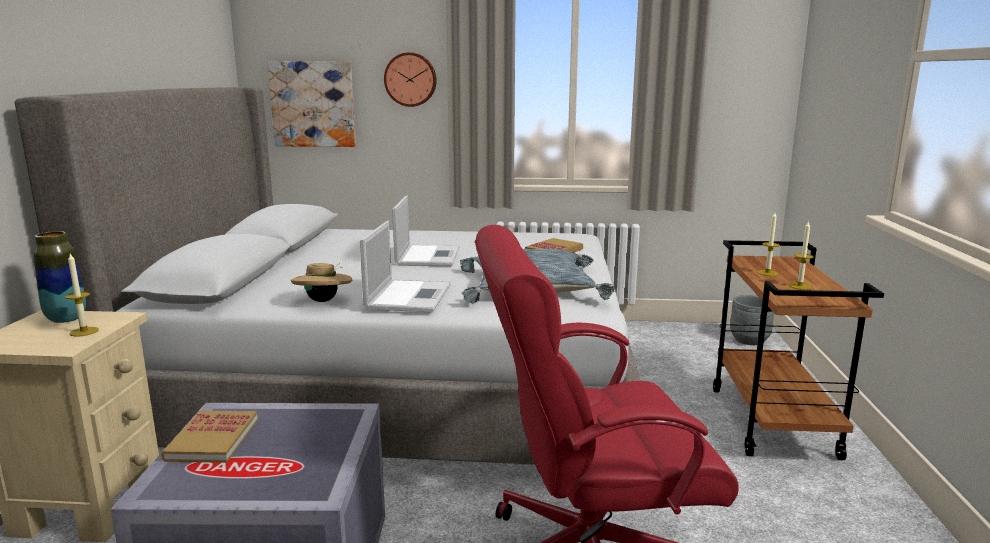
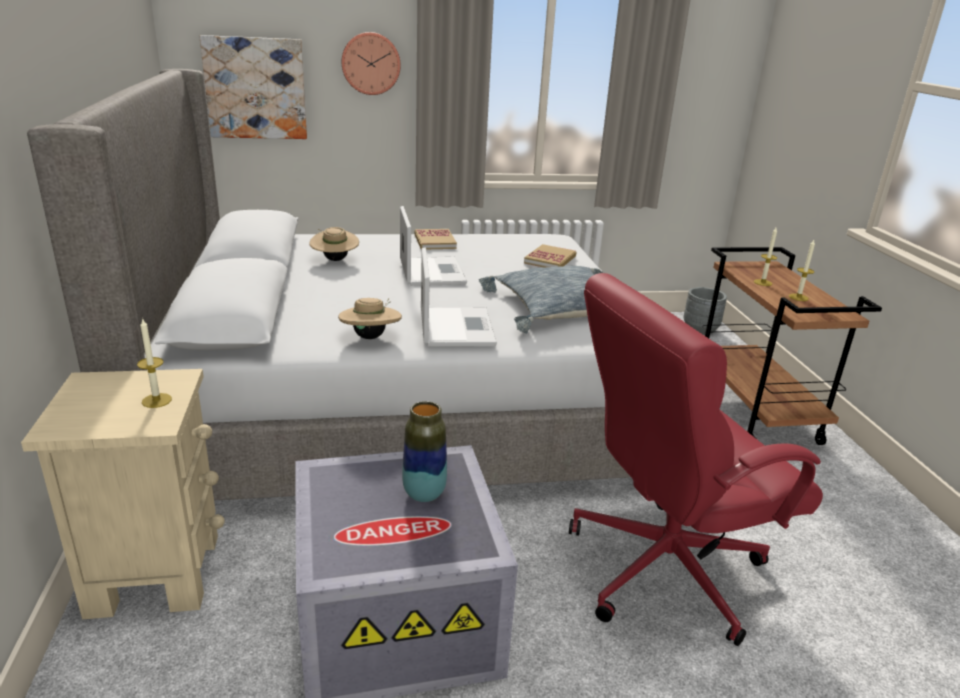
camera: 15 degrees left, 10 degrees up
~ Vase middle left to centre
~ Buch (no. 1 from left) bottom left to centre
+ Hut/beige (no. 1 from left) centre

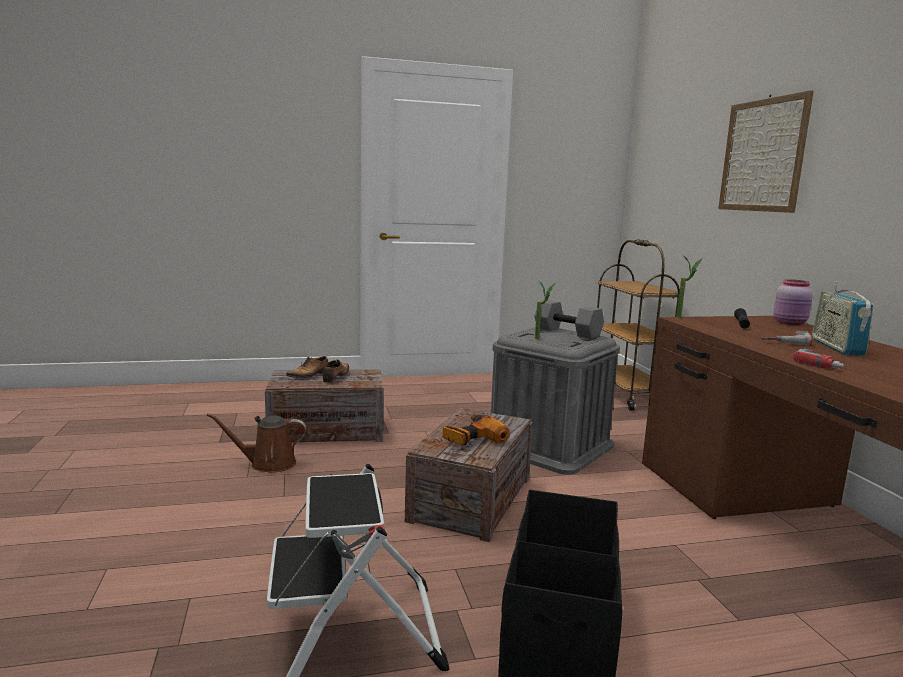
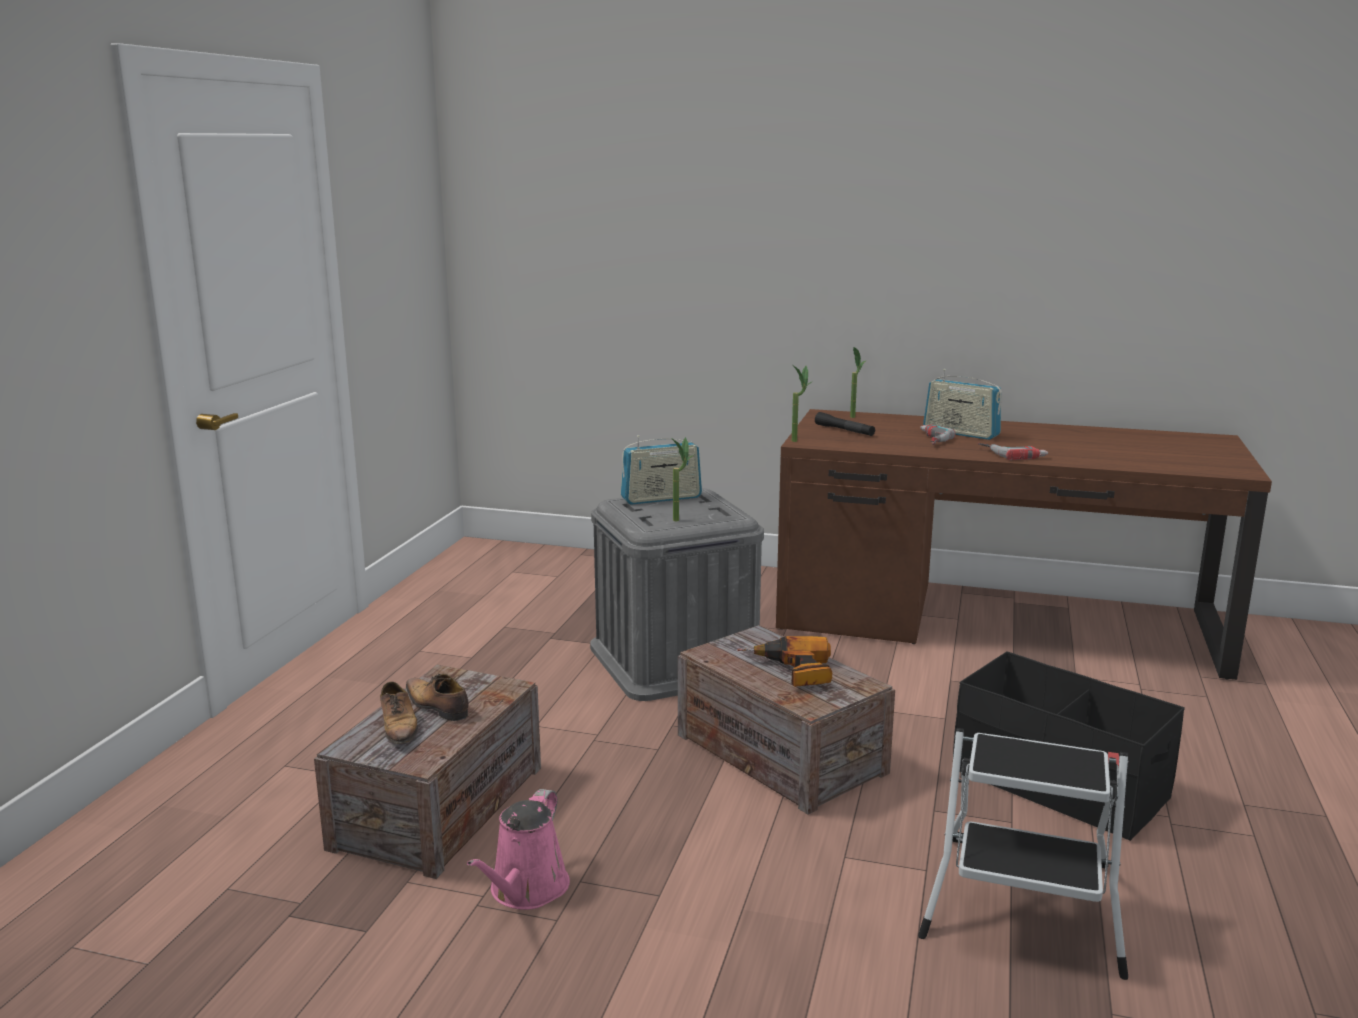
camera: 60 degrees left, 5 degrees up
~ Gießkanne/braun middle left to Gießkanne/rosa bottom centre
~ Hantel/grau centre to Radio (no. 1 from left) centre
- Rollwagen/braun middle right
- Bild top right
~ Vorratsglas/rosa middle right to Topfpflanze (no. 3 from left) centre

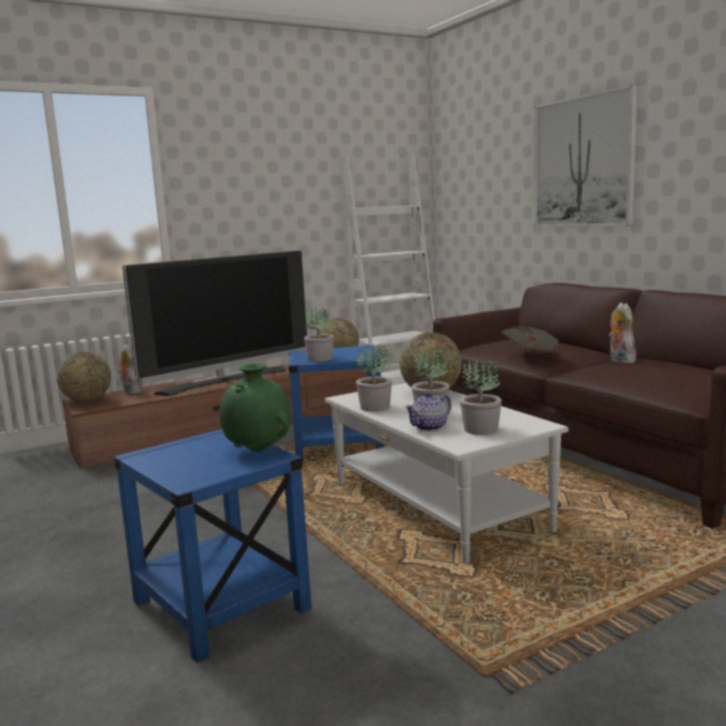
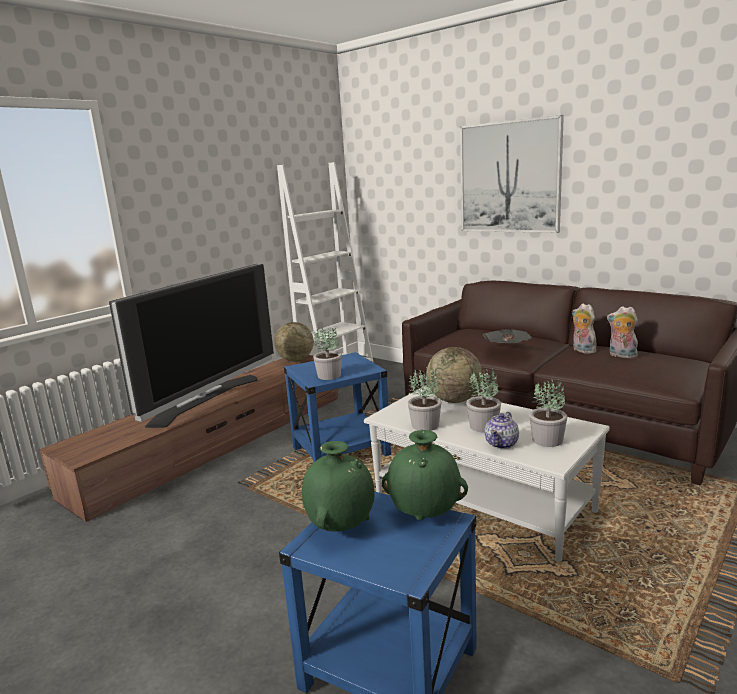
camera: 20 degrees left, 5 degrees up
- Globus (no. 1 from left) middle left
~ Plüschtier (no. 1 from left in the first image) middle left to Plüschtier (no. 2 from left) middle right
+ Vase/grün (no. 1 from left) bottom centre

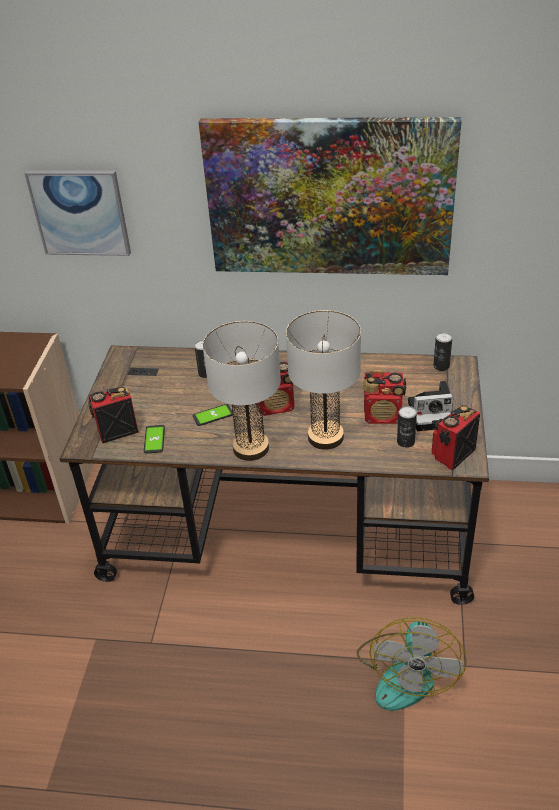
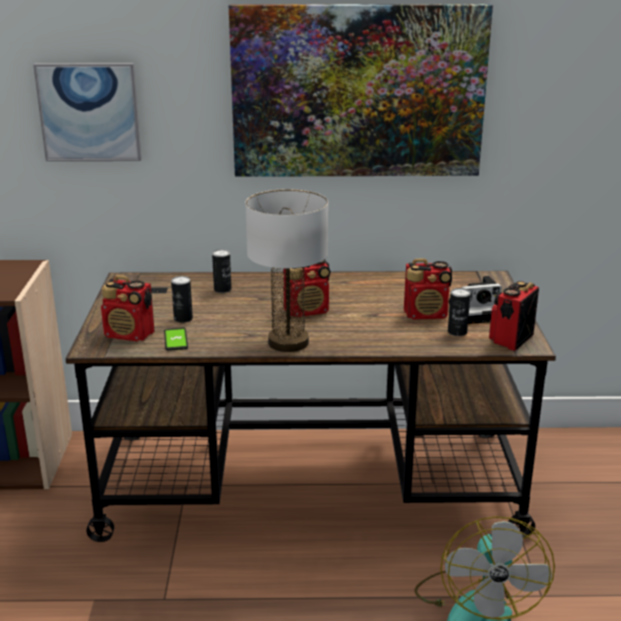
camera: 10 degrees left, 15 degrees down
~ Radio (no. 1 from left) middle left = middle left 135 degrees counterclockwise
- Handy (no. 2 from left) centre
- Tischlampe (no. 2 from left) centre
~ Dose (no. 3 from left in the first image) middle right to Dose (no. 1 from left) middle left

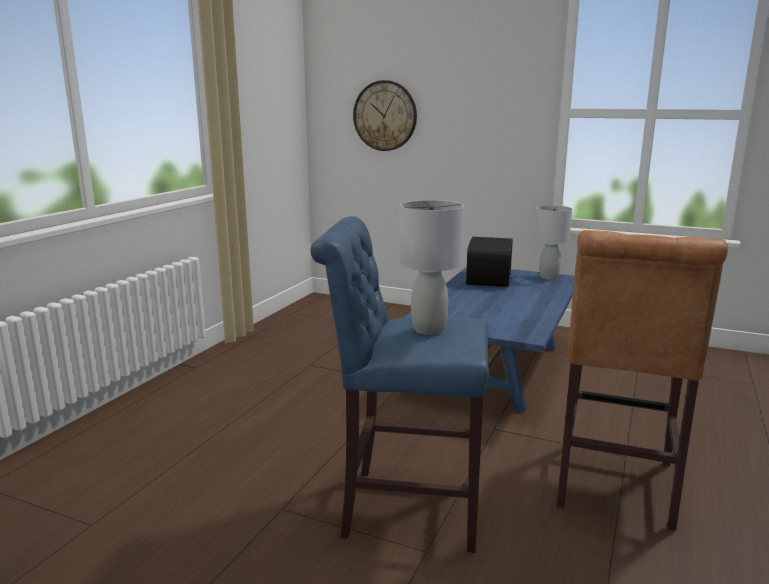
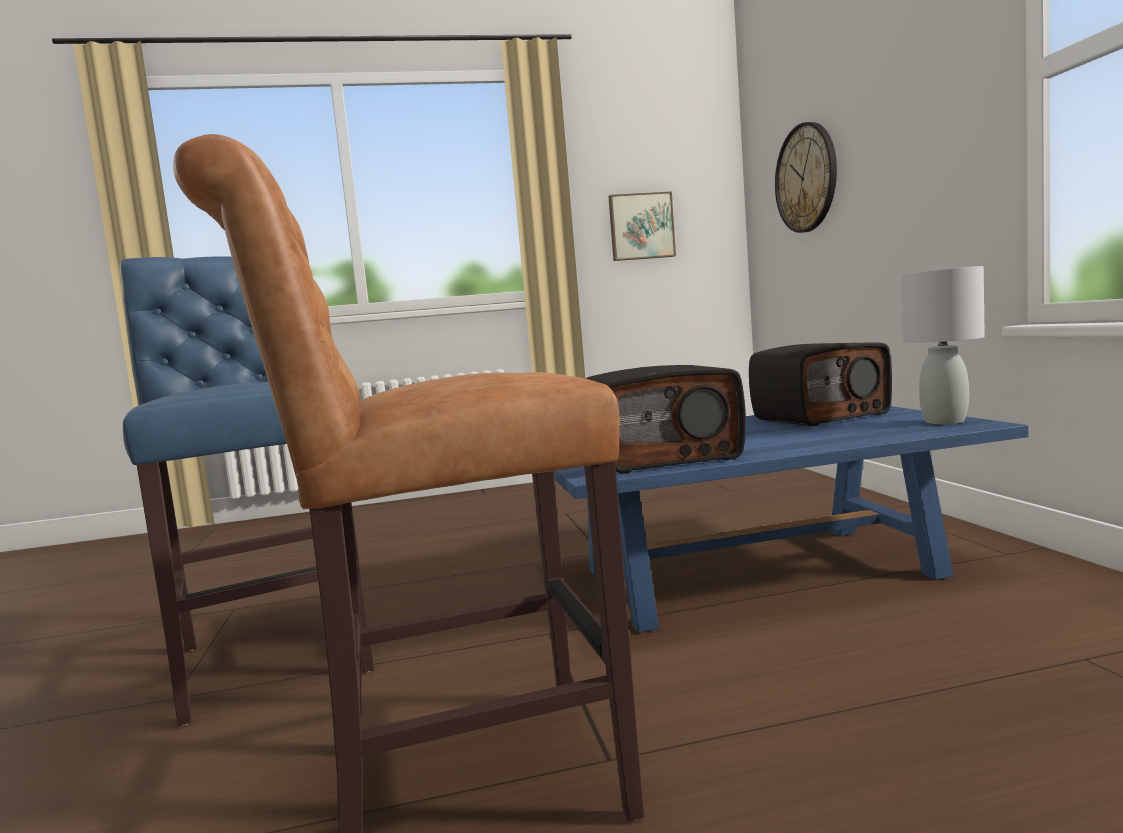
camera: 55 degrees right, 10 degrees down
- Tischlampe/grau (no. 1 from left) centre
+ Radio (no. 1 from left) centre
+ Bild top centre

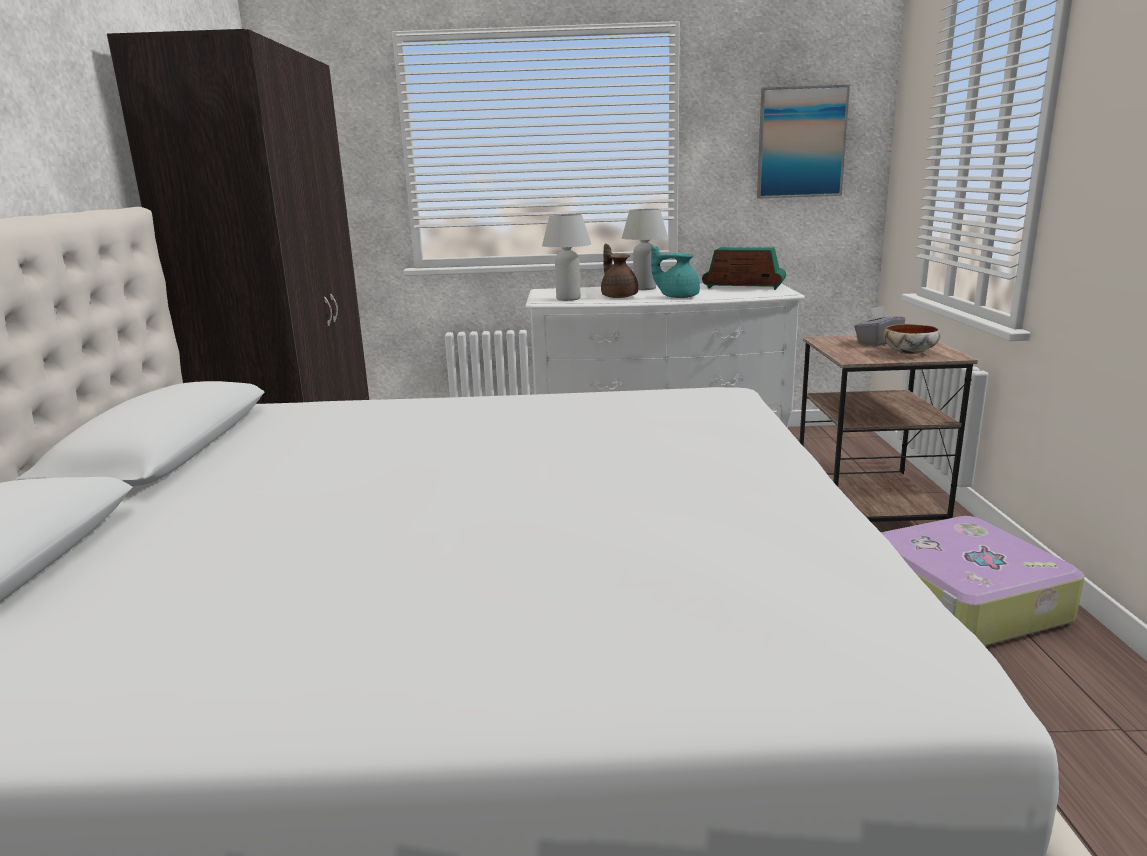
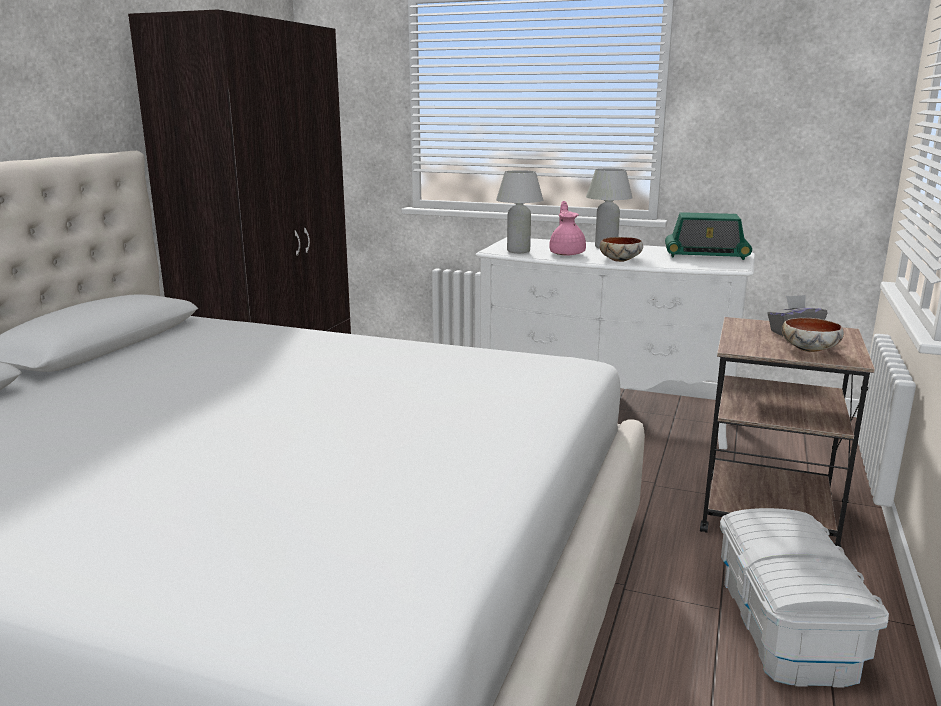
camera: 20 degrees right, 0 degrees up
~ Teekanne/braun top centre to Teekanne/rosa top centre
~ Teekanne/türkis top centre to Schüssel (no. 1 from left) centre
~ Radio top centre = middle right 150 degrees clockwise
- Bild top right
~ Koffer bottom right to Aufbewahrungsbox/weiß bottom right

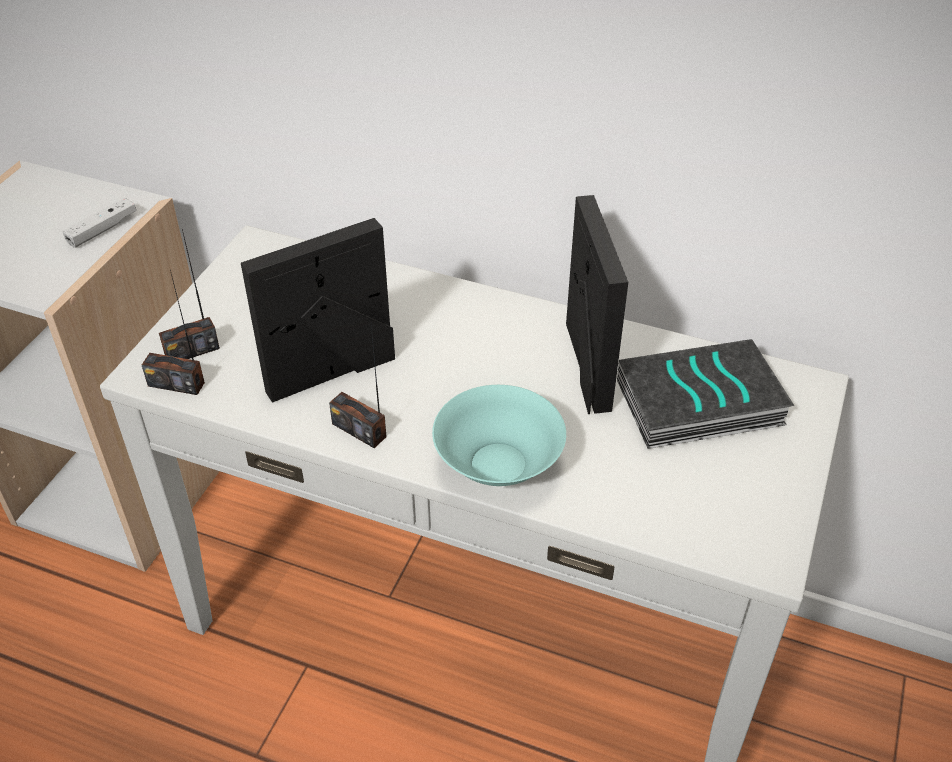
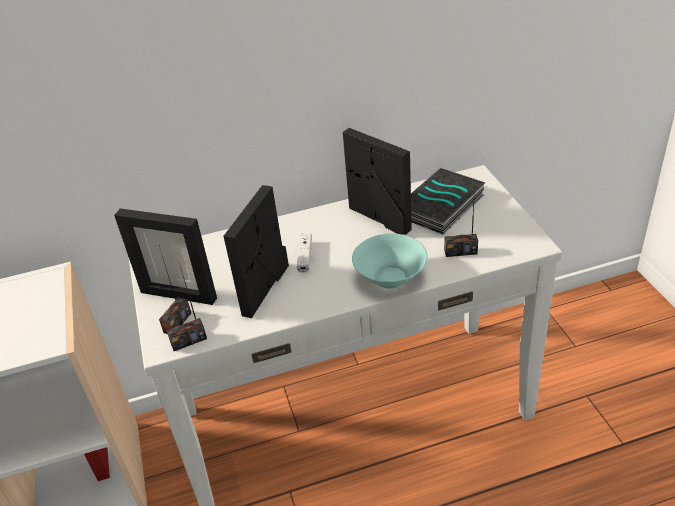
camera: 35 degrees left, 5 degrees down
~ Gamepad/weiß top left to centre
~ Radio (no. 3 from left) centre to middle right
+ Bilderrahmen (no. 1 from left) middle left

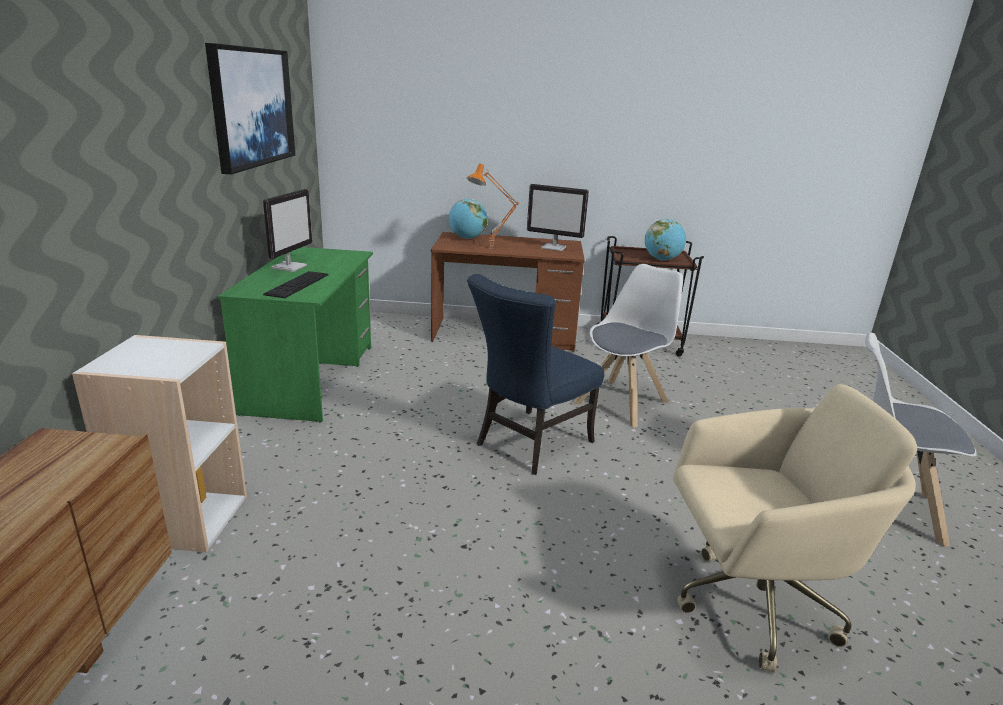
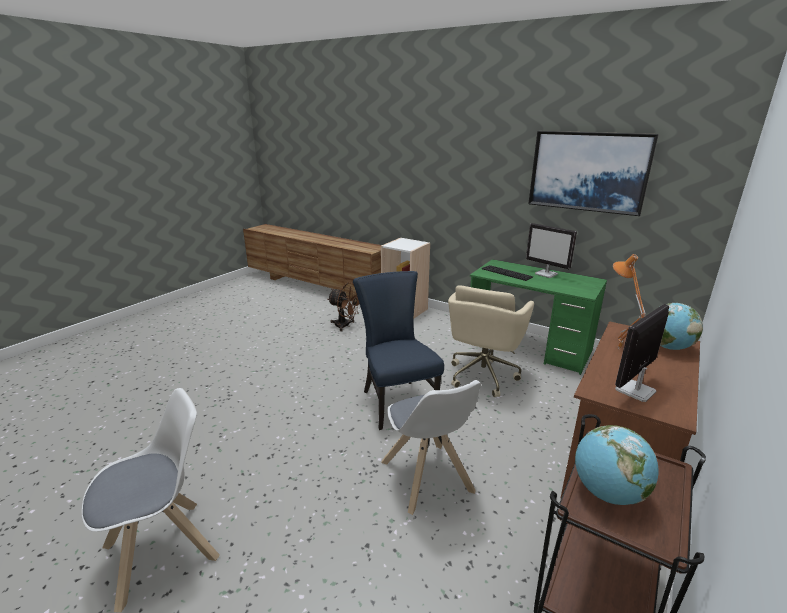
camera: 120 degrees right, 0 degrees up
~ Bürostuhl/beige bottom right to centre
+ Ventilator/braun centre

